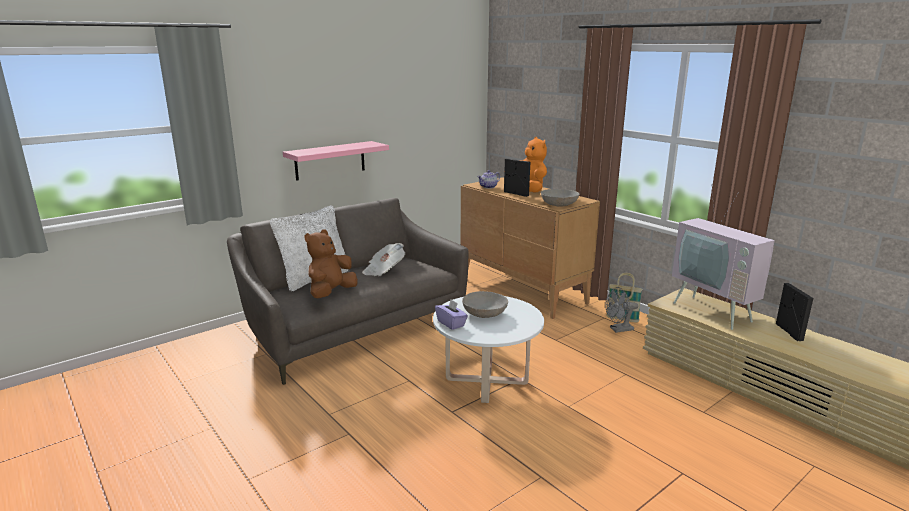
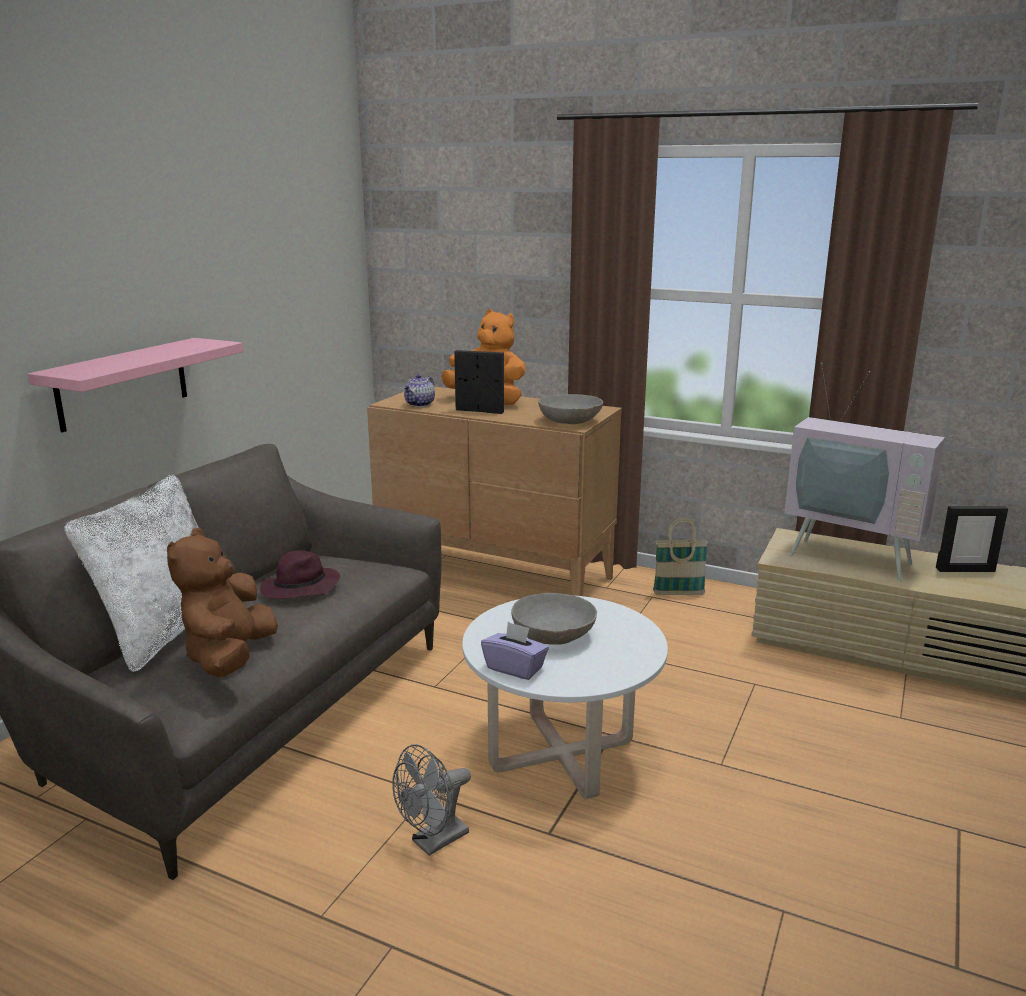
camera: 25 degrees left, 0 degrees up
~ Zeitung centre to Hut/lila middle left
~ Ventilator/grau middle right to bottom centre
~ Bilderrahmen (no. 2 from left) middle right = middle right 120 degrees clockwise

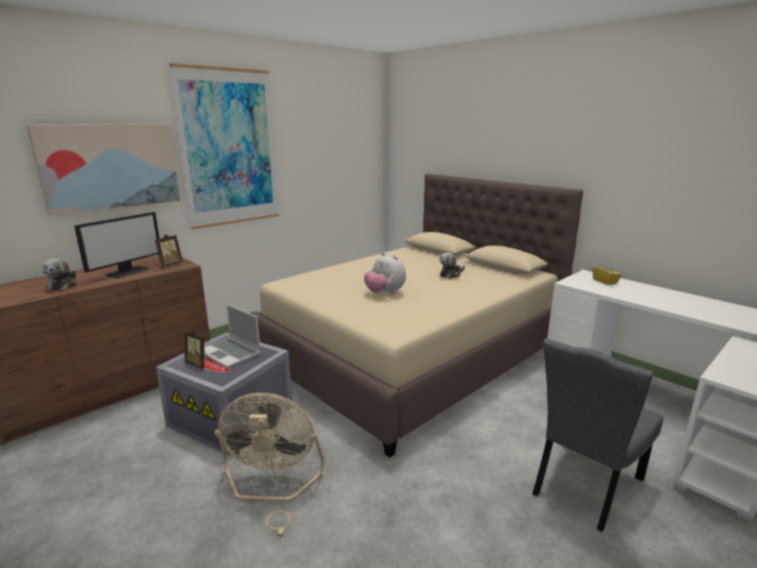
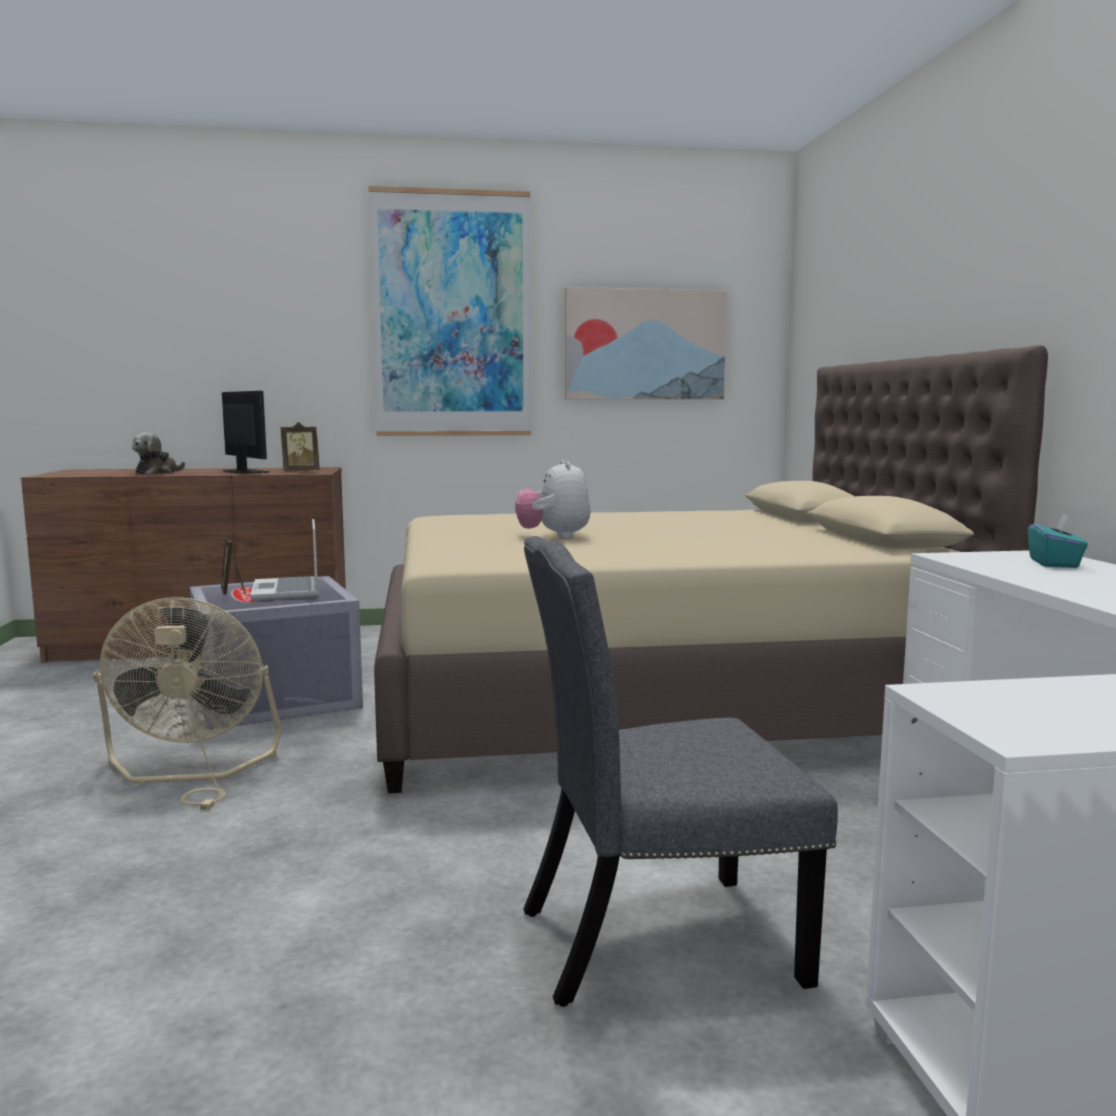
camera: 35 degrees right, 10 degrees down
~ Bild (no. 1 from left in the first image) top left to Bild (no. 2 from left) top centre
~ Monitor middle left = middle left 105 degrees counterclockwise
~ Ventilator/beige bottom centre = middle left 45 degrees counterclockwise
- Plüschtier (no. 3 from left) centre
~ Taschentuchbox/gelb middle right to Taschentuchbox/türkis middle right

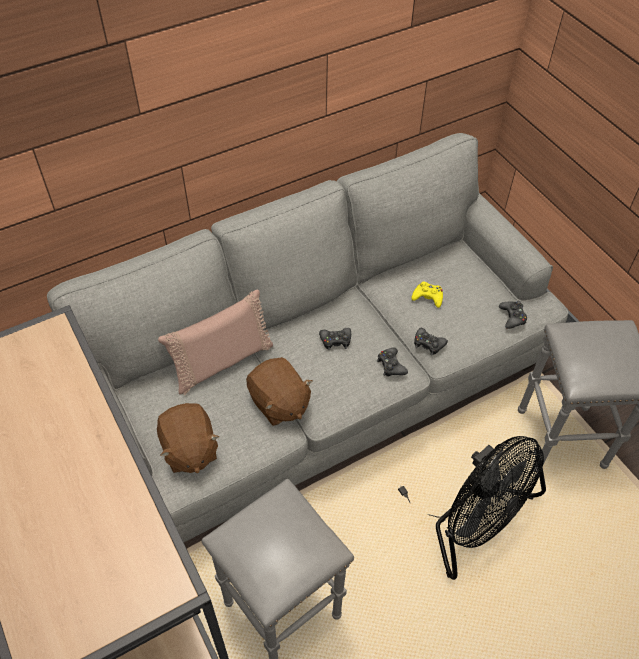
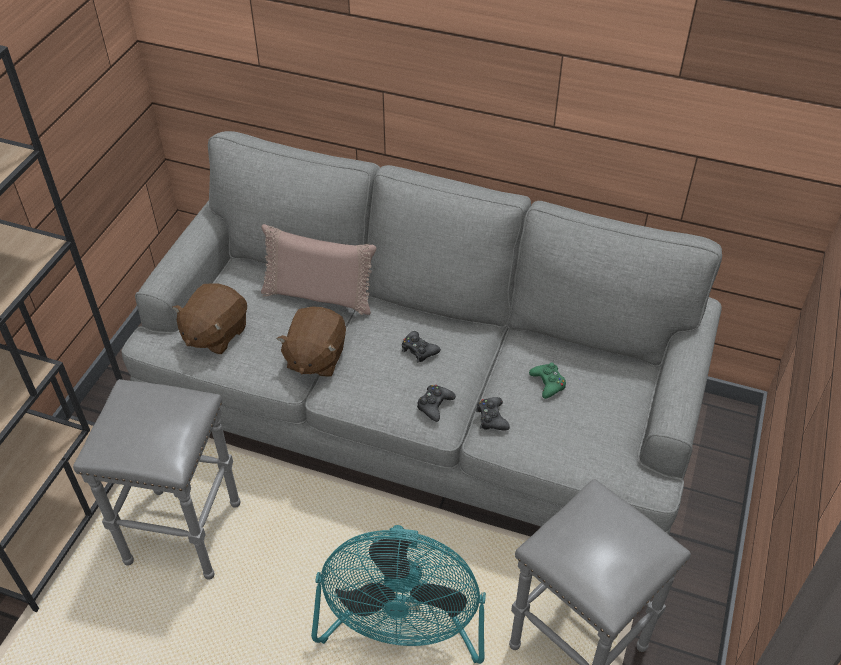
camera: 50 degrees right, 5 degrees down
~ Ventilator/schwarz bottom right to Ventilator/türkis bottom centre
~ Gamepad/gelb middle right to Gamepad/grün centre
- Gamepad/schwarz (no. 4 from left) middle right

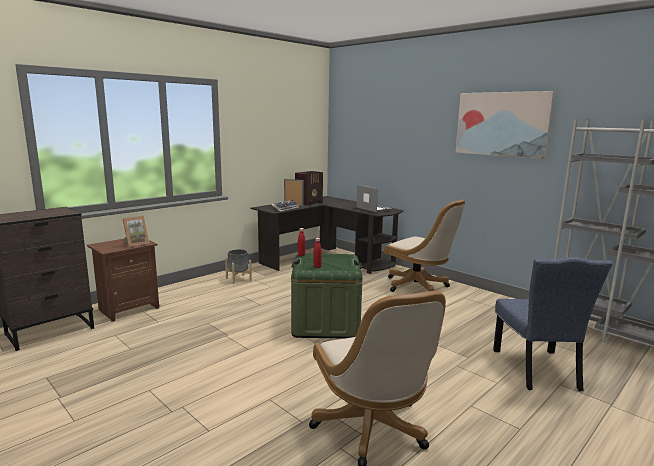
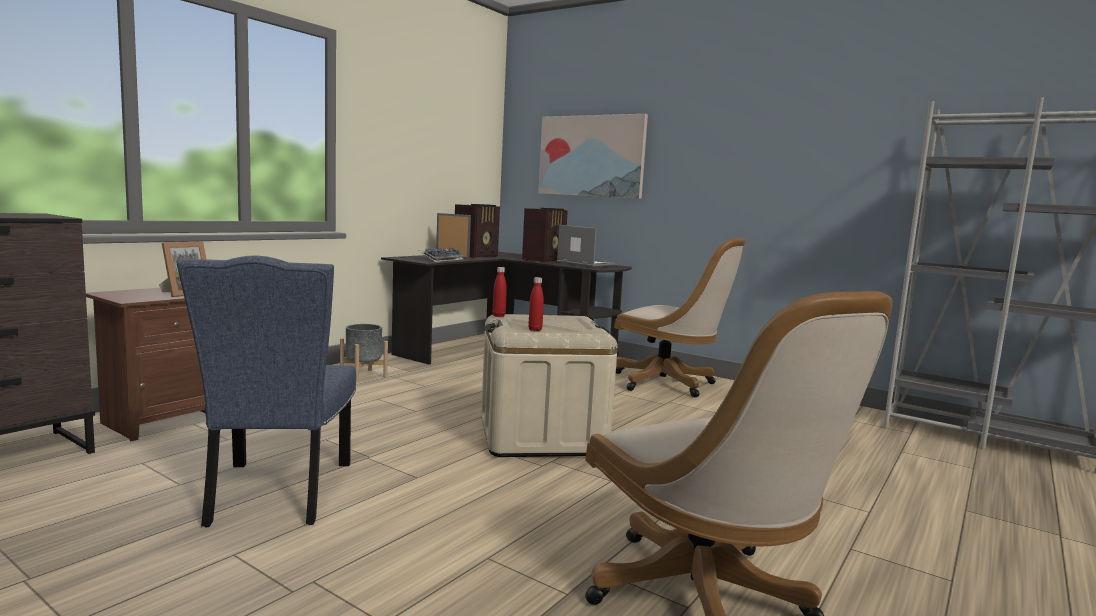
camera: 10 degrees left, 5 degrees down
~ Aufbewahrungsbox/grün centre to Aufbewahrungsbox/beige centre
~ Bild top right to top centre
~ Stuhl/blau bottom right to middle left
+ Radio (no. 2 from left) centre

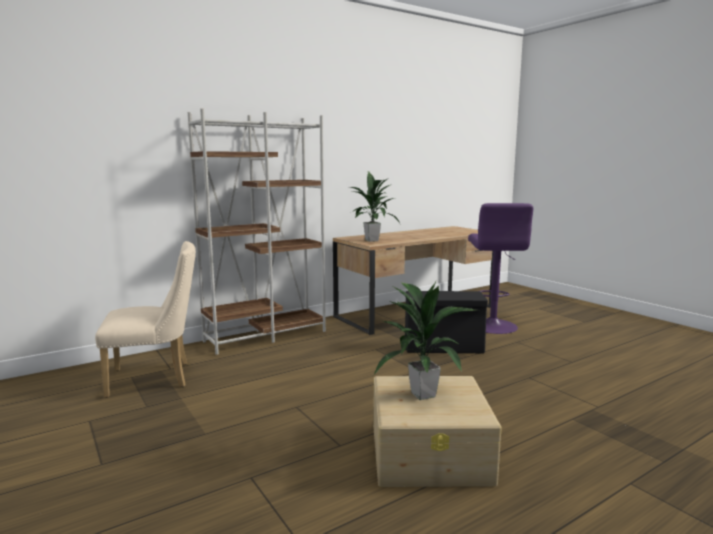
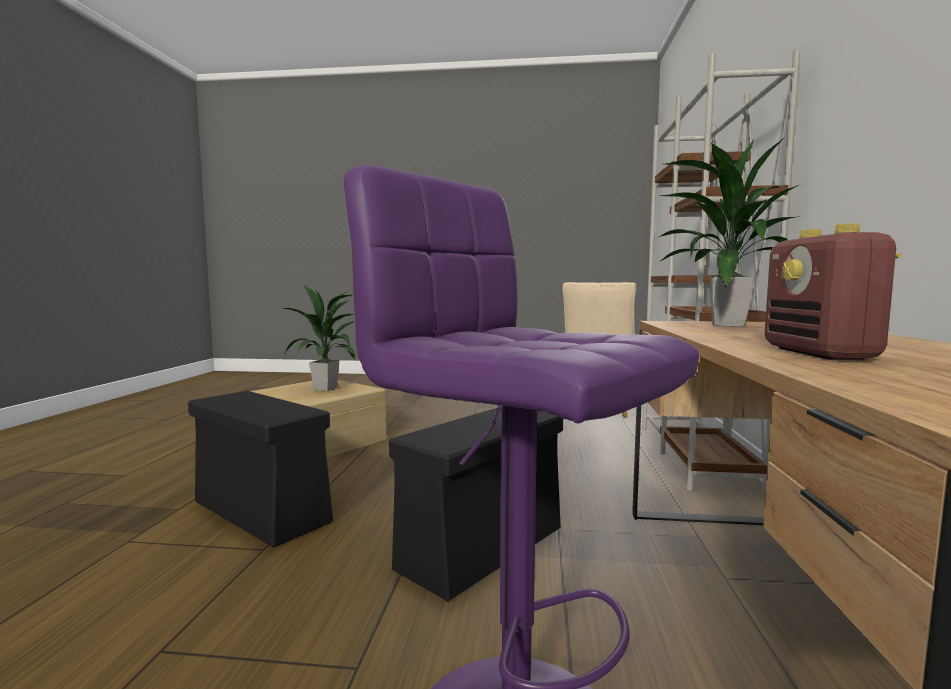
camera: 130 degrees right, 5 degrees down
+ Aufbewahrungsbox/schwarz (no. 1 from left) bottom left
+ Radio middle right

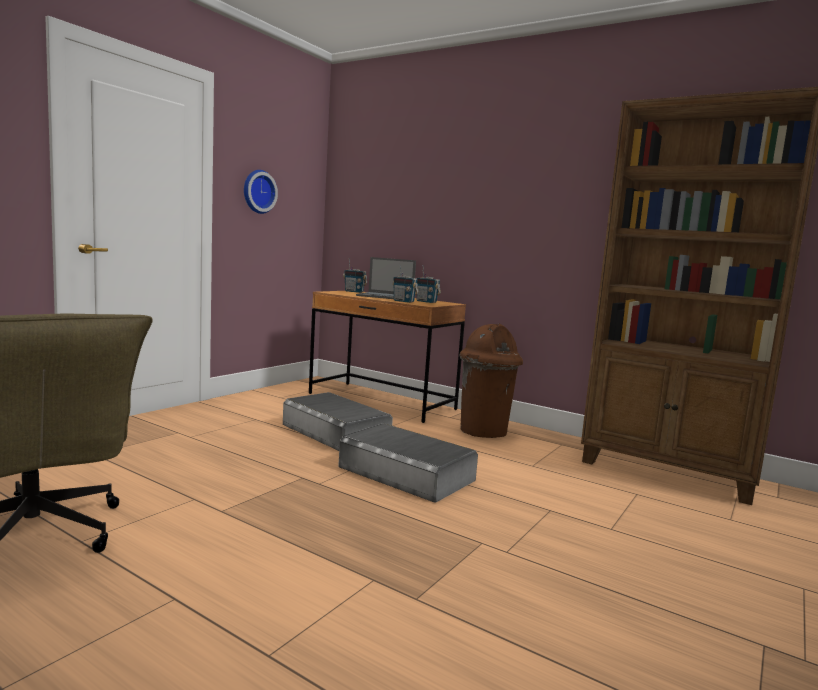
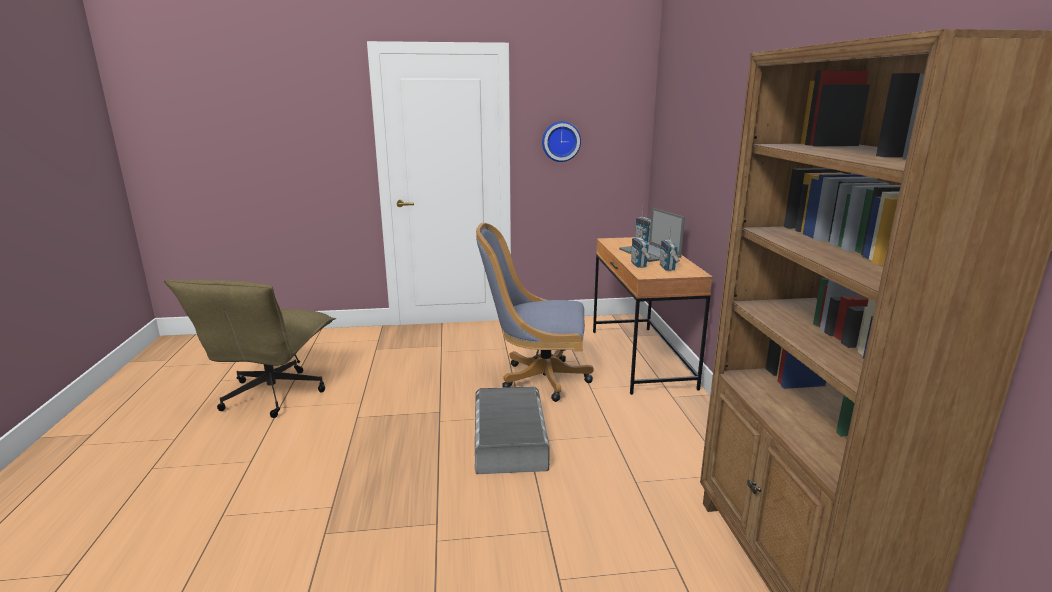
camera: 50 degrees right, 10 degrees up
~ Aufbewahrungsbox/grau (no. 1 from left) centre to Bürostuhl/blau centre
- Mülleimer/braun centre

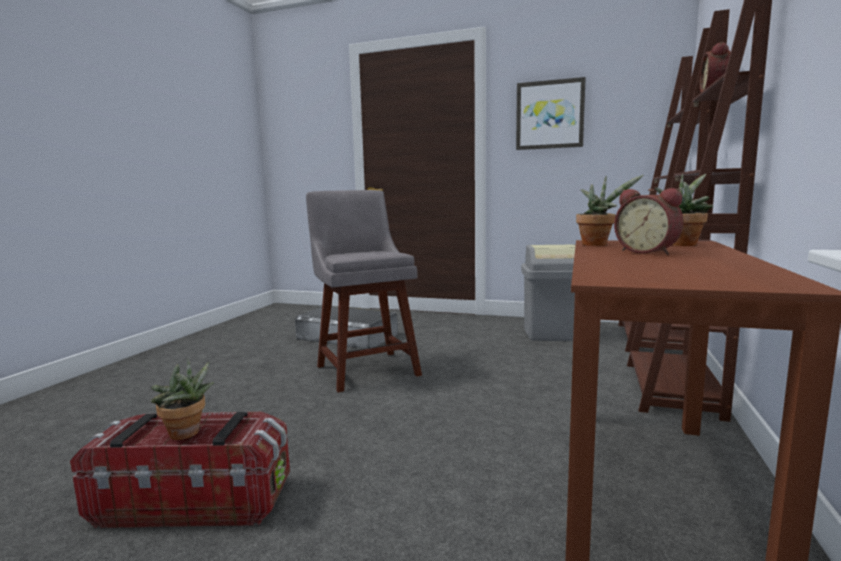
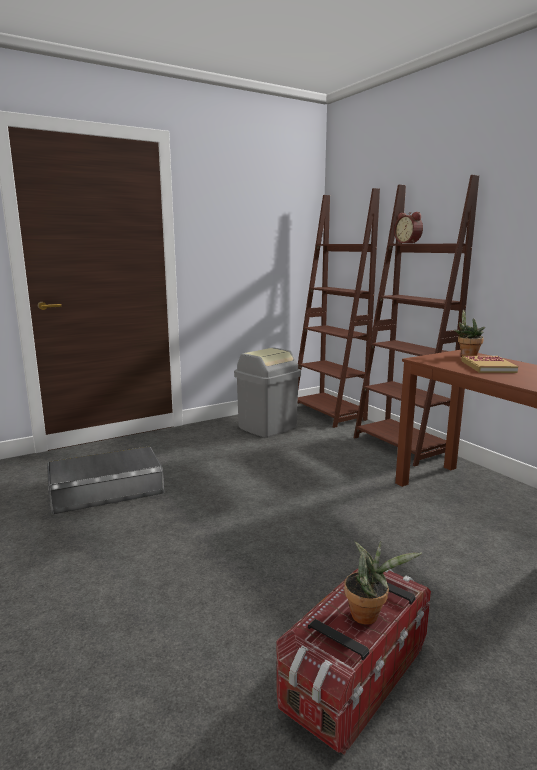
camera: 50 degrees left, 5 degrees up
- Stuhl/grau centre
- Bild top centre
- Topfpflanze (no. 2 from left) middle right
~ Wecker (no. 1 from left) middle right to Buch middle right

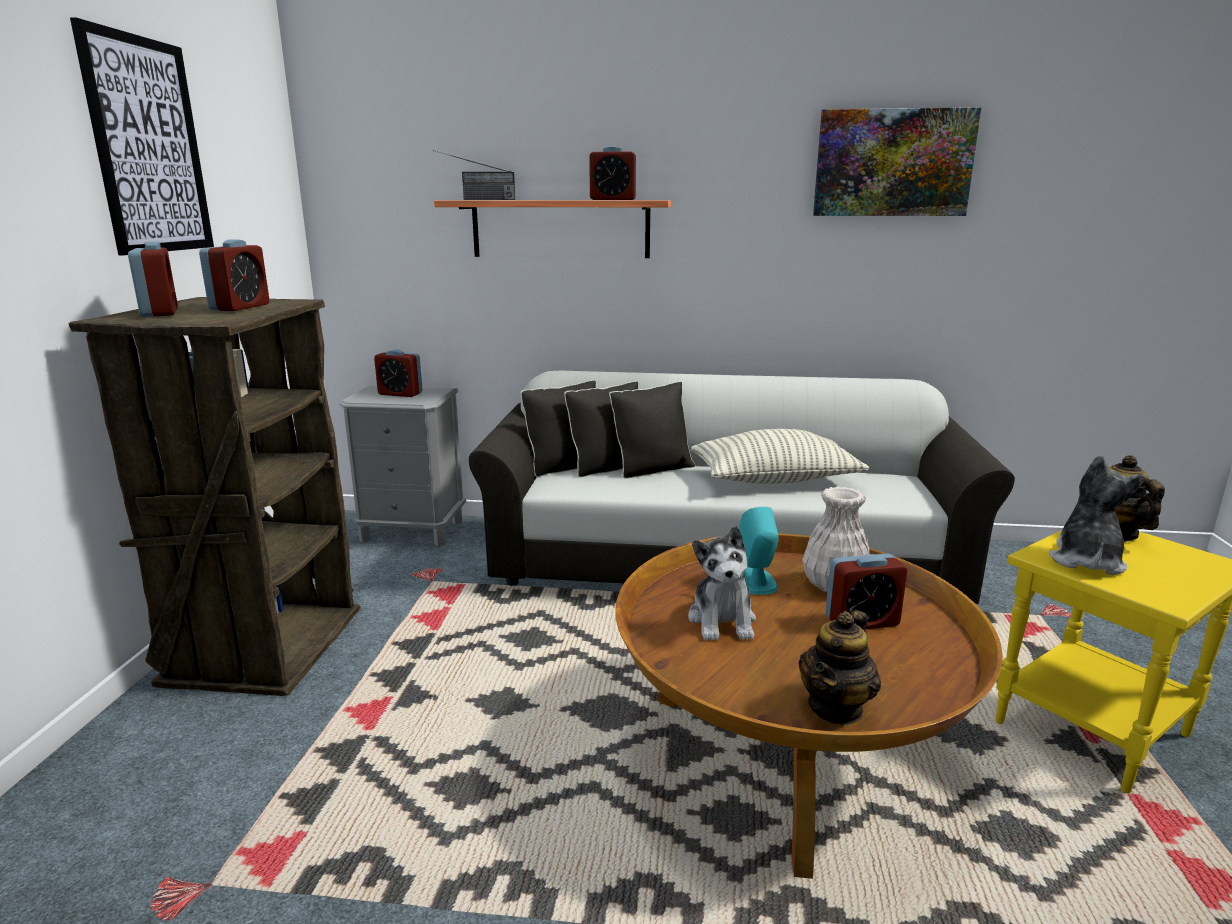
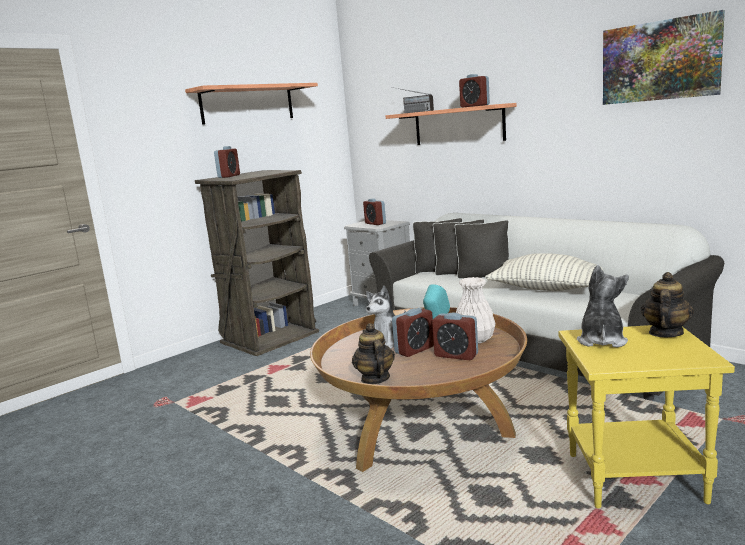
camera: 40 degrees right, 5 degrees down
~ Bild (no. 1 from left) top left to Wandregal (no. 1 from left) top centre
~ Wecker (no. 2 from left in the first image) top left to Wecker (no. 3 from left) centre
~ Teekanne (no. 1 from left) bottom right = centre 90 degrees clockwise
~ Plüschtier (no. 2 from left) middle right = middle right 45 degrees counterclockwise

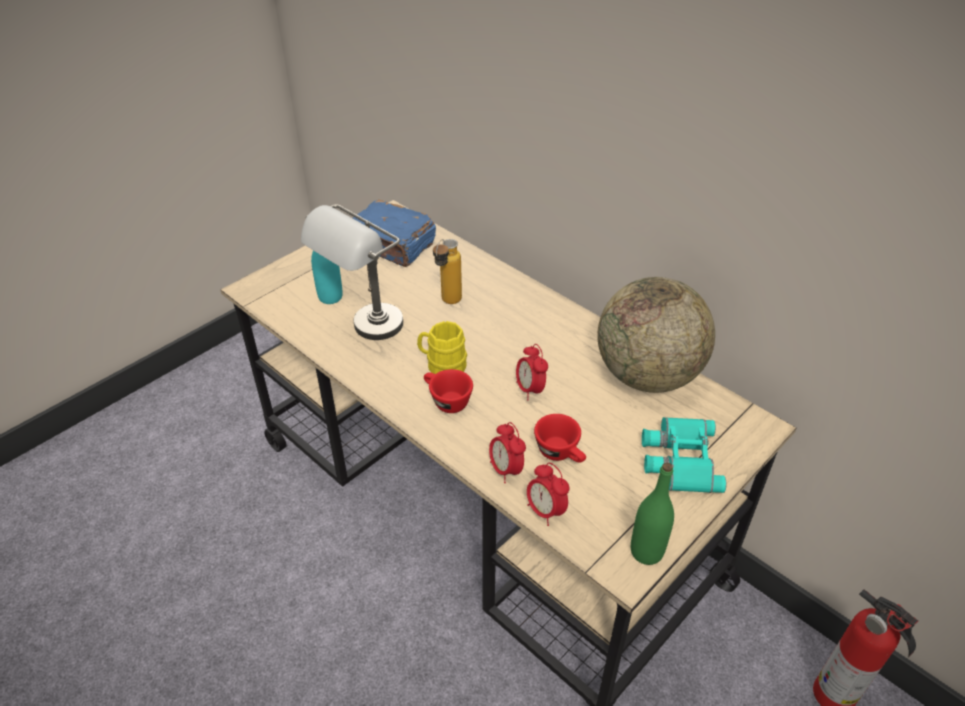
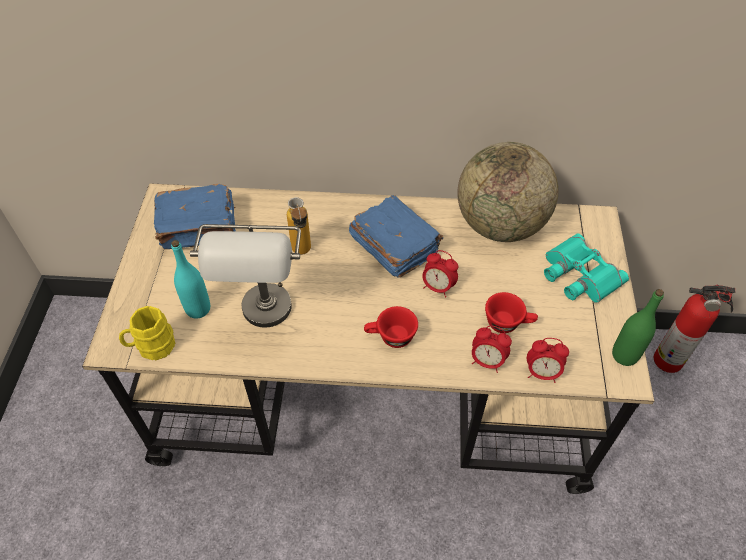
camera: 40 degrees left, 10 degrees up
~ Henkelbecher/gelb centre to middle left
+ Buch/blau (no. 2 from left) centre

